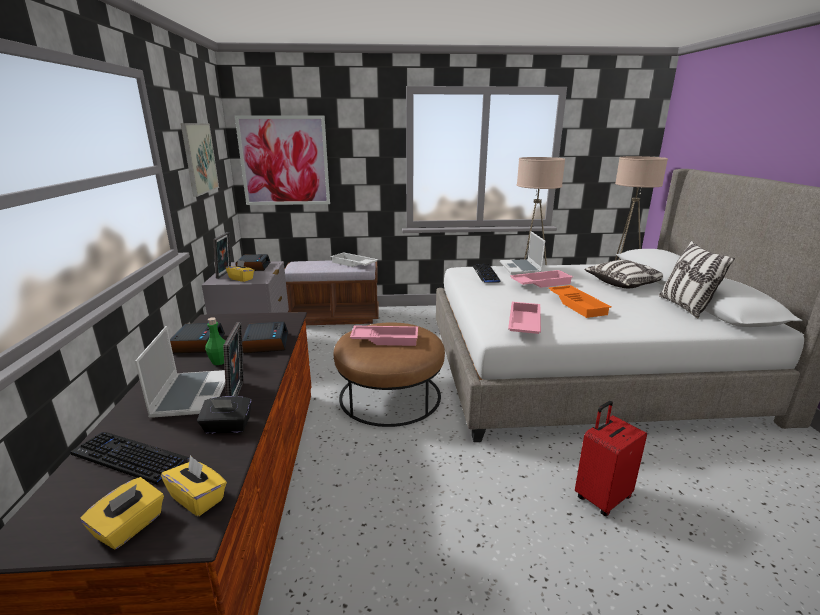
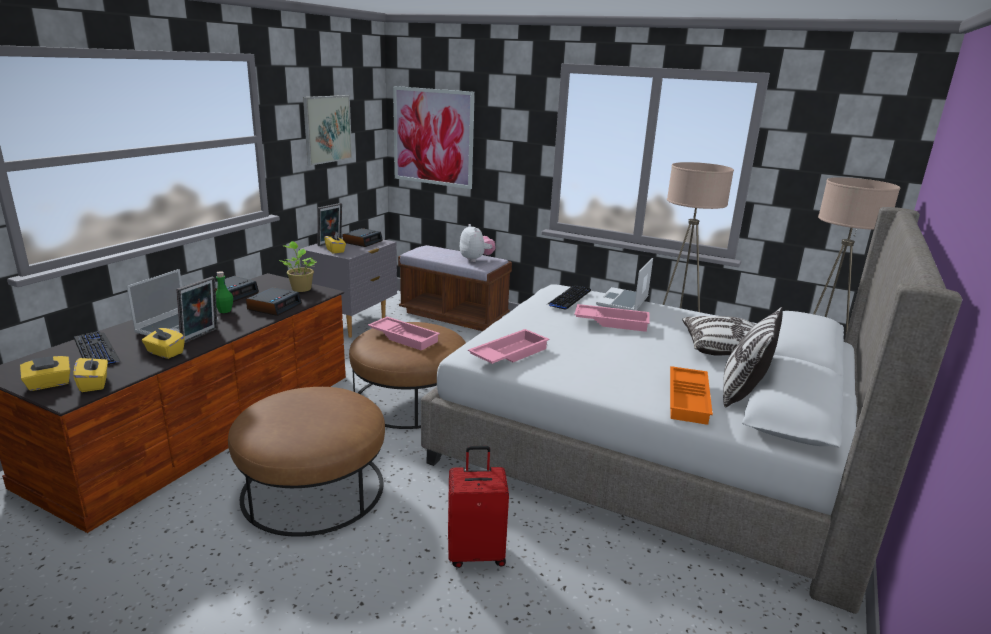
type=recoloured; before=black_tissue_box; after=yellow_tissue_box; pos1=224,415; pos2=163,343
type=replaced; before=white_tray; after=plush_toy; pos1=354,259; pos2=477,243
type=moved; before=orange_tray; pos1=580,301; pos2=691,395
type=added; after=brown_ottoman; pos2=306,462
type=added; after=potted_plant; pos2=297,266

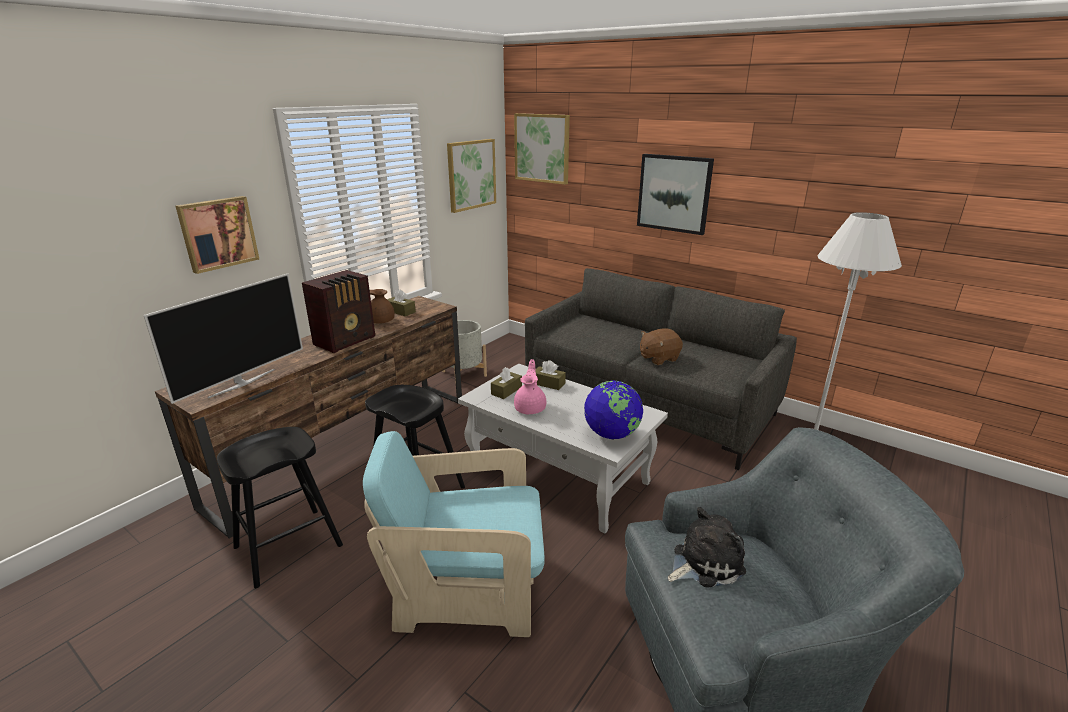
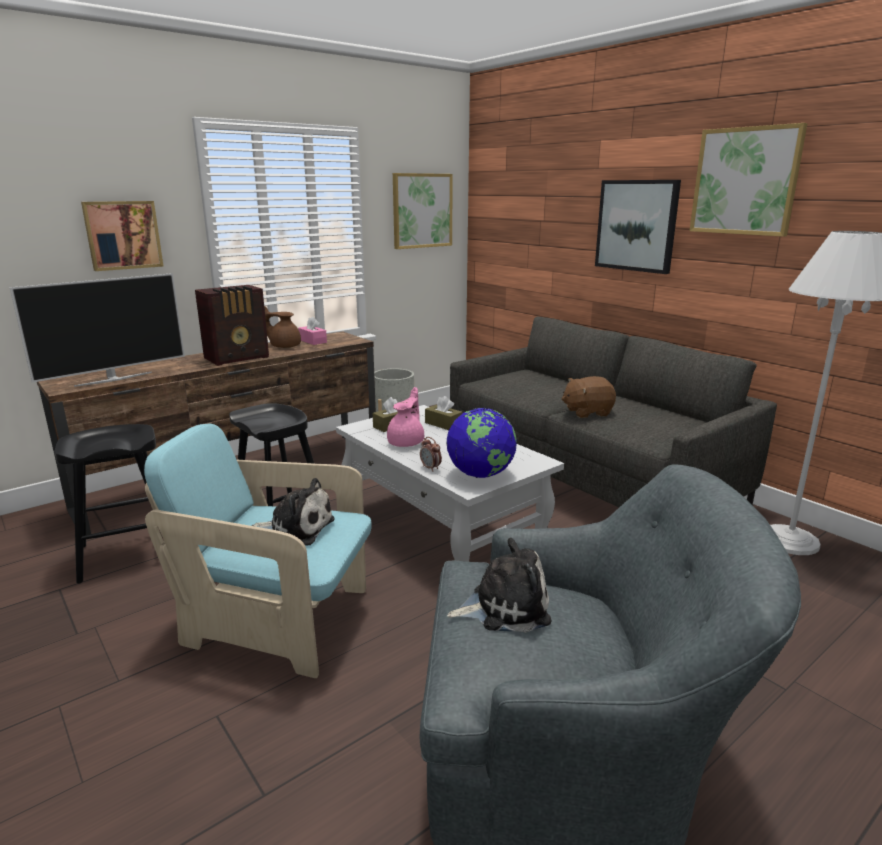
type=recoloured; before=brown_tissue_box; after=pink_tissue_box; pos1=401,302; pos2=312,331
type=moved; before=picture; pos1=542,149; pos2=748,180
type=added; after=plush_toy; pos2=293,512
type=added; after=alarm_clock; pos2=431,454

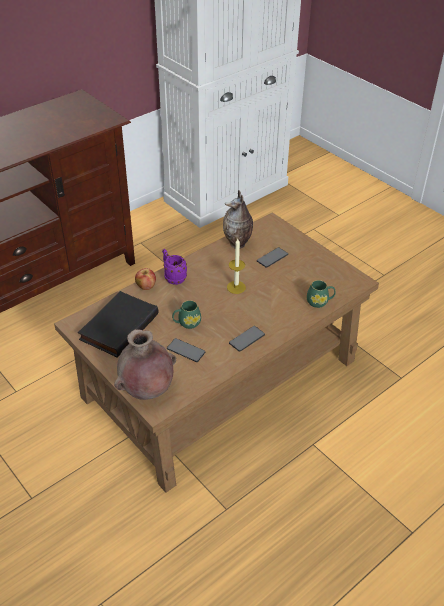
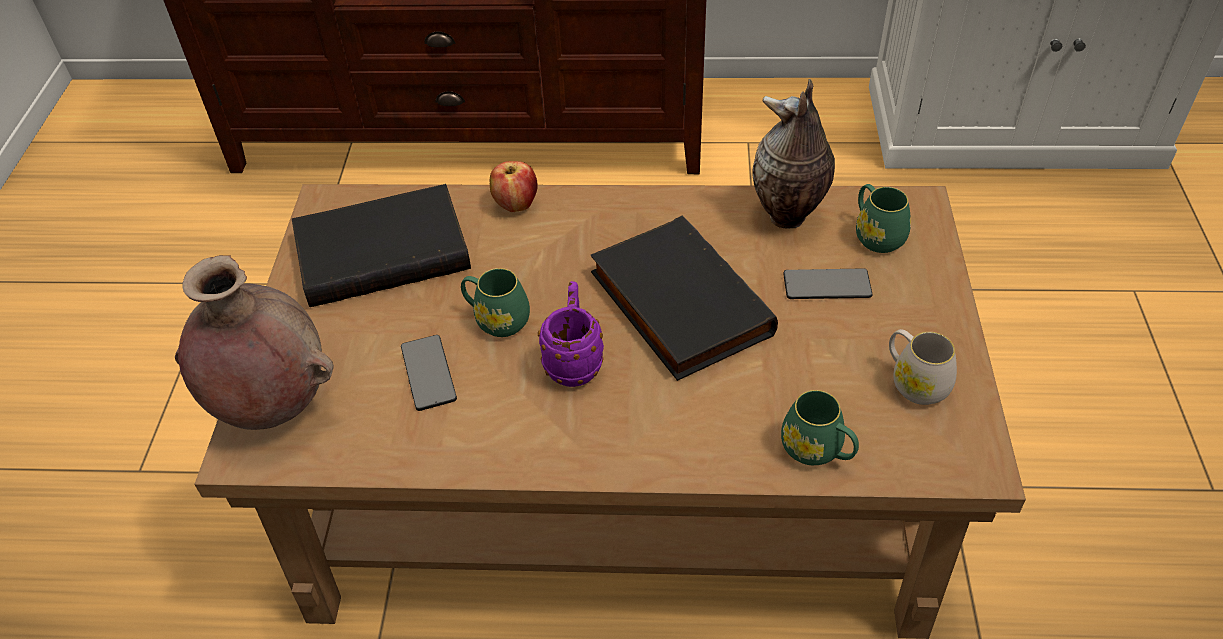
type=moved; before=purple_mug; pos1=174,267; pos2=571,334
type=replaced; before=candle; after=black_book; pos1=236,266; pos2=684,298
type=removed; before=phone; pos1=247,339
type=added; after=green_mug; pos2=883,218
type=added; after=white_mug; pos2=923,367

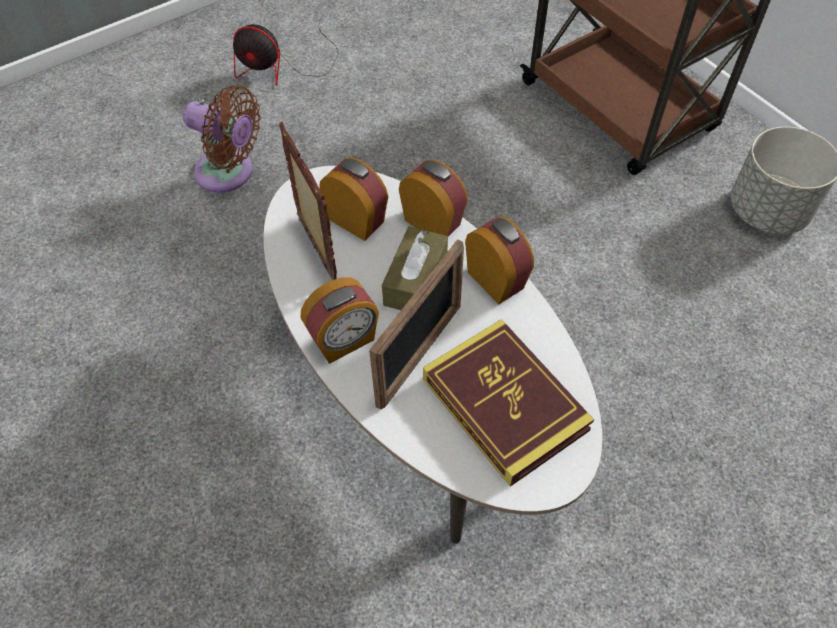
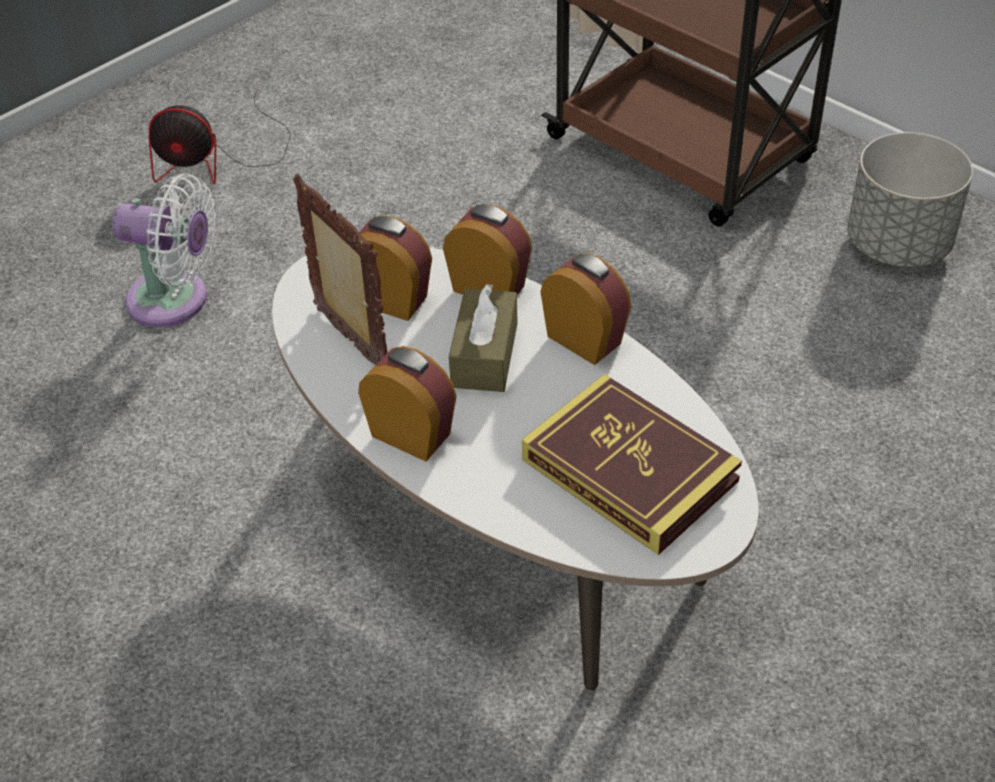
type=recoloured; before=brown_fan; after=white_fan; pos1=222,139; pos2=164,250
type=turned; before=alarm_clock; pos1=339,320; pos2=407,404; turn=-105
type=removed; before=picture_frame; pos1=416,324

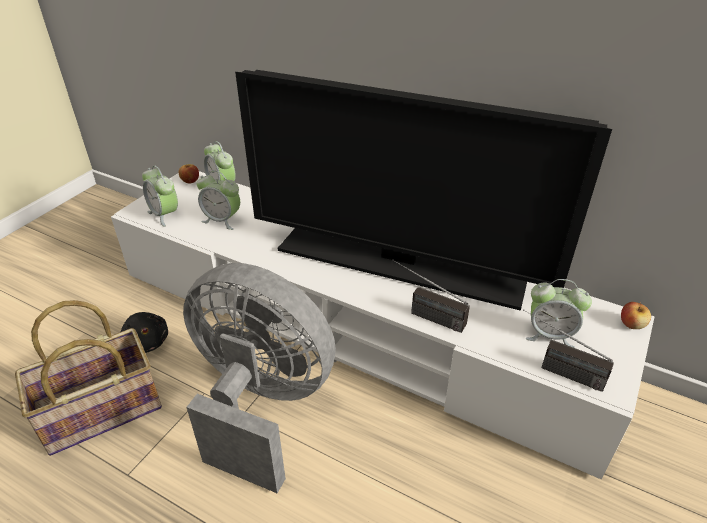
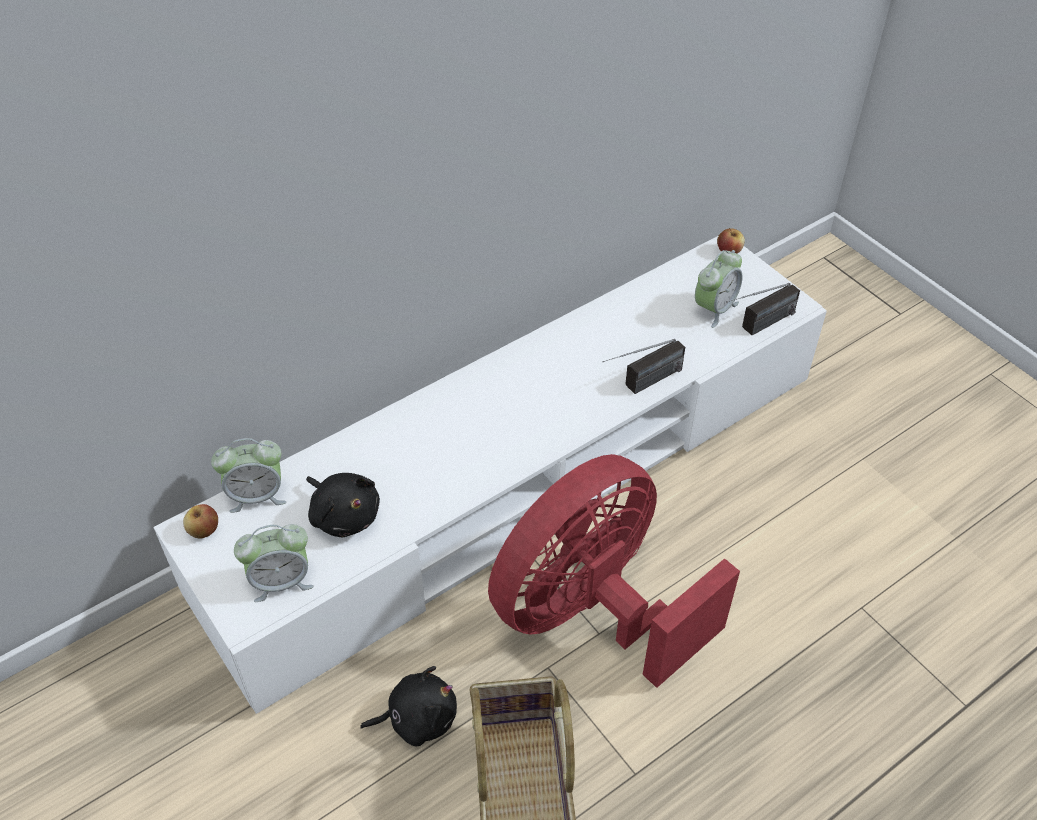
type=recoloured; before=grey_fan; after=red_fan; pos1=259,378; pos2=614,571
type=replaced; before=alarm_clock; after=black_plush_toy; pos1=218,200; pos2=343,505
type=removed; before=television; pos1=423,190

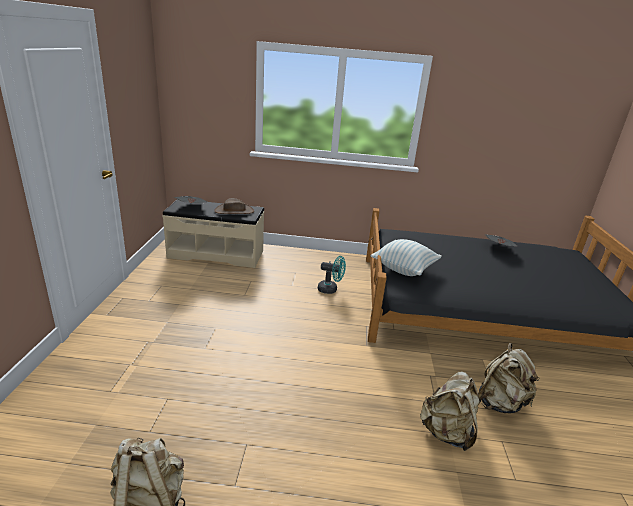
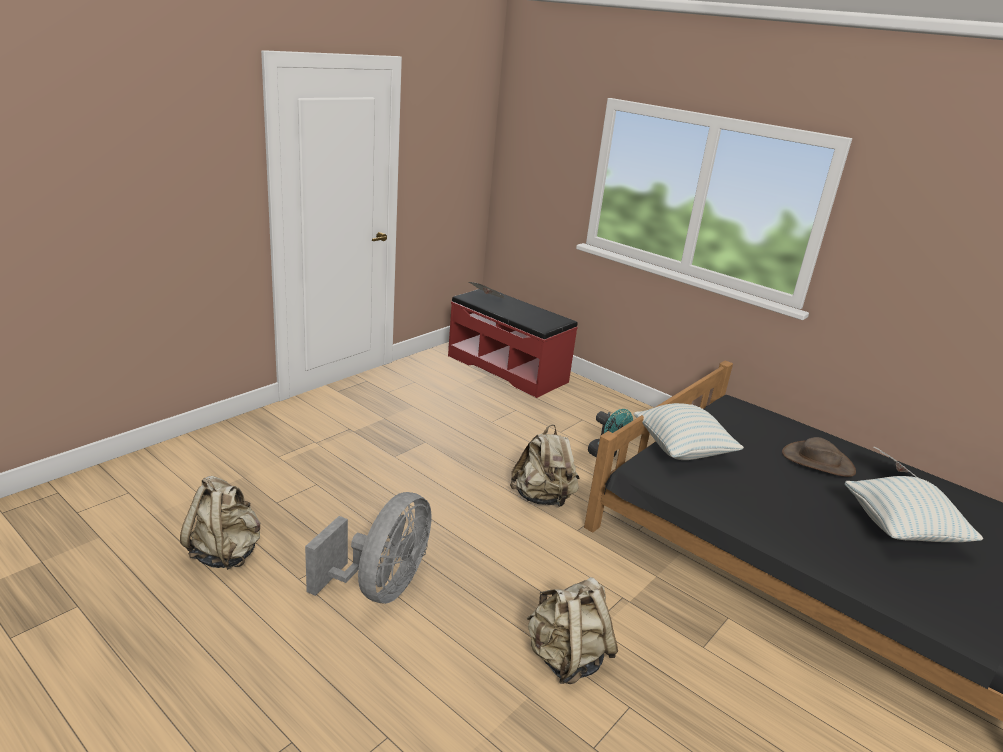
type=recoloured; before=beige_bench; after=red_bench; pos1=213,233; pos2=513,343
type=moved; before=brown_hat; pos1=234,206; pos2=819,457
type=moved; before=beige_backpack; pos1=509,378; pos2=545,465
type=added; after=grey_fan; pos2=368,548
type=added; after=pillow; pos2=914,509

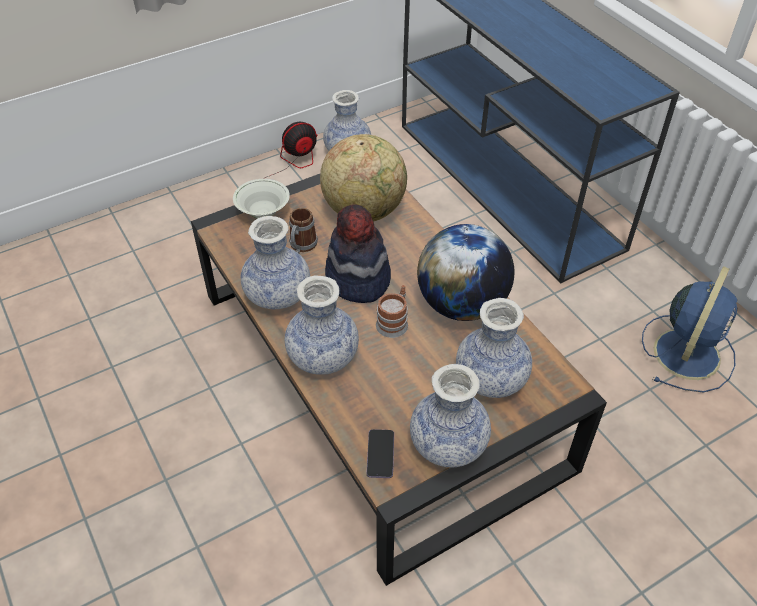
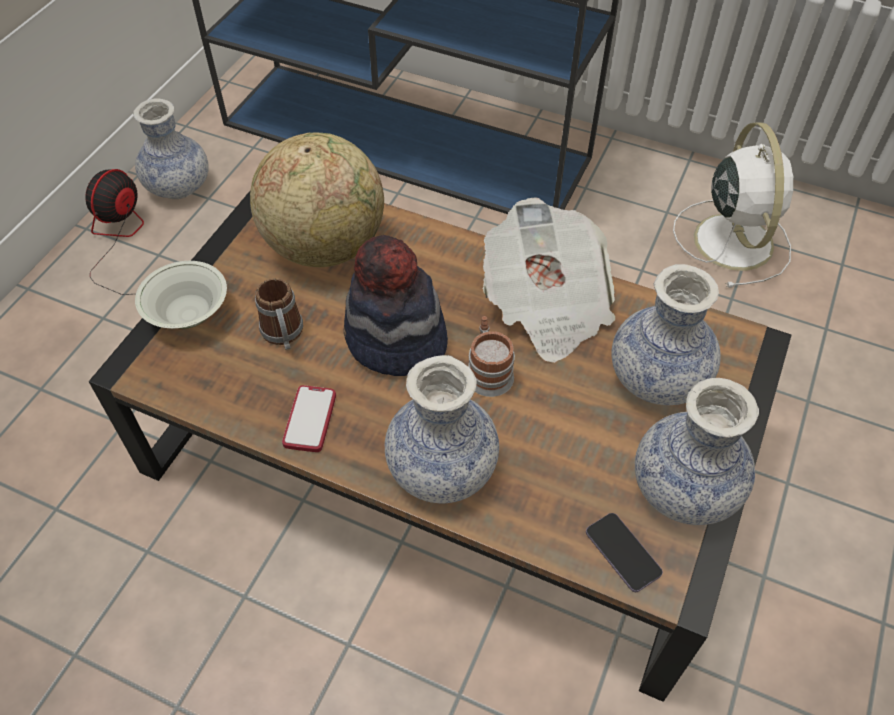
type=replaced; before=vase; after=phone; pos1=275,262; pos2=309,418
type=replaced; before=globe; after=newspaper; pos1=465,272; pos2=549,280
type=recoloured; before=blue_fan; after=white_fan; pos1=690,329; pos2=733,205

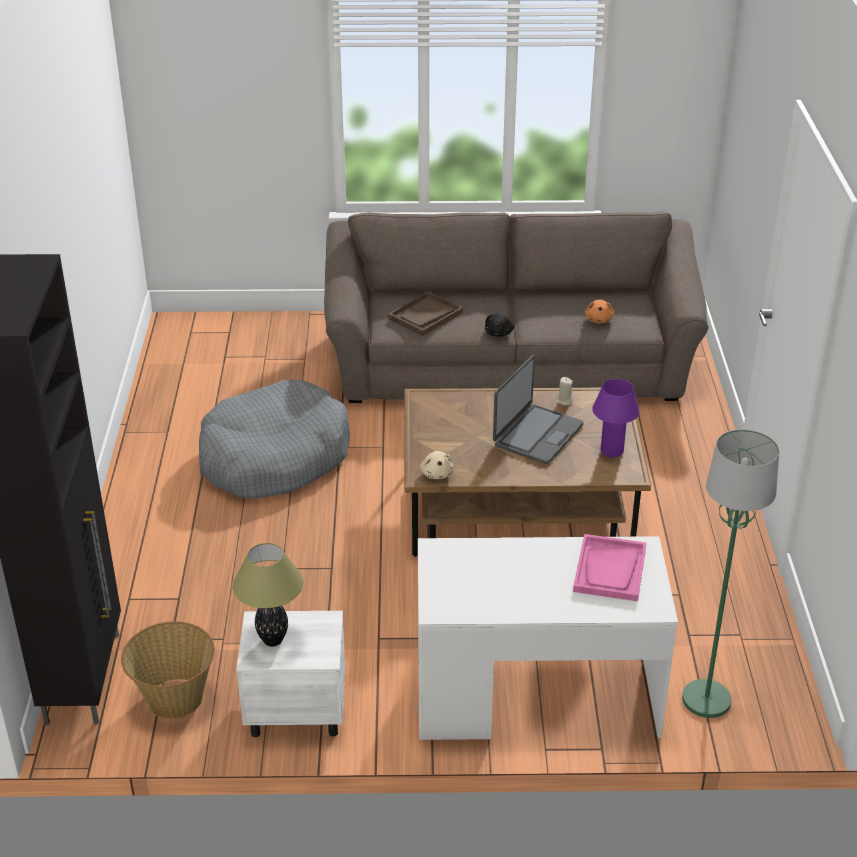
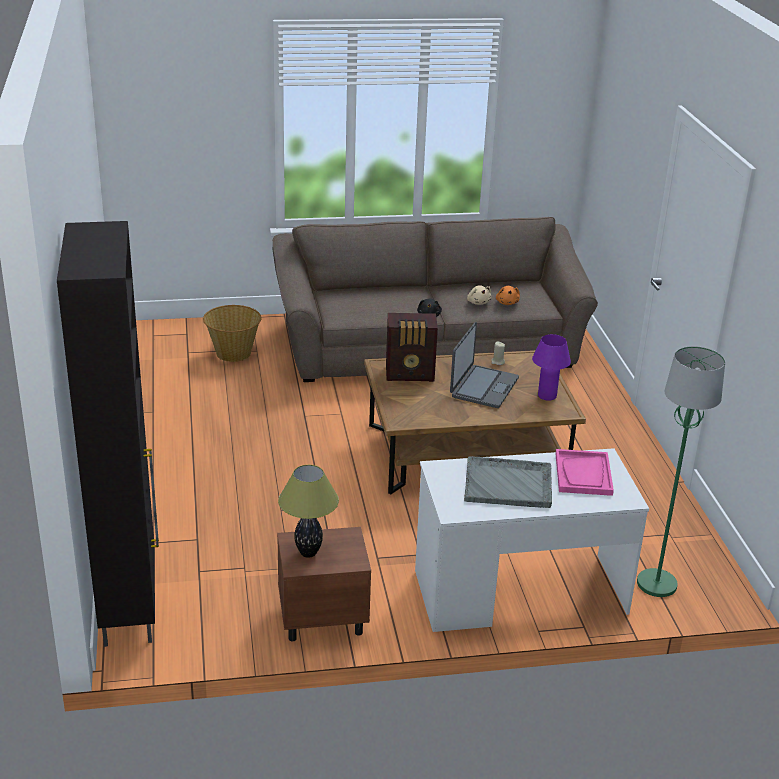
type=moved; before=basket; pos1=168,670; pos2=232,333
type=removed; before=grey_dog_bed; pos1=274,439
type=recoloured; before=white_nightstand; after=brown_nightstand; pos1=290,674; pos2=324,584
type=removed; before=brown_tray; pos1=425,314
type=moved; before=beige_plush_toy; pos1=437,465; pos2=479,295
type=added; after=radio; pos2=412,347
type=added; after=grey_tray; pos2=508,482

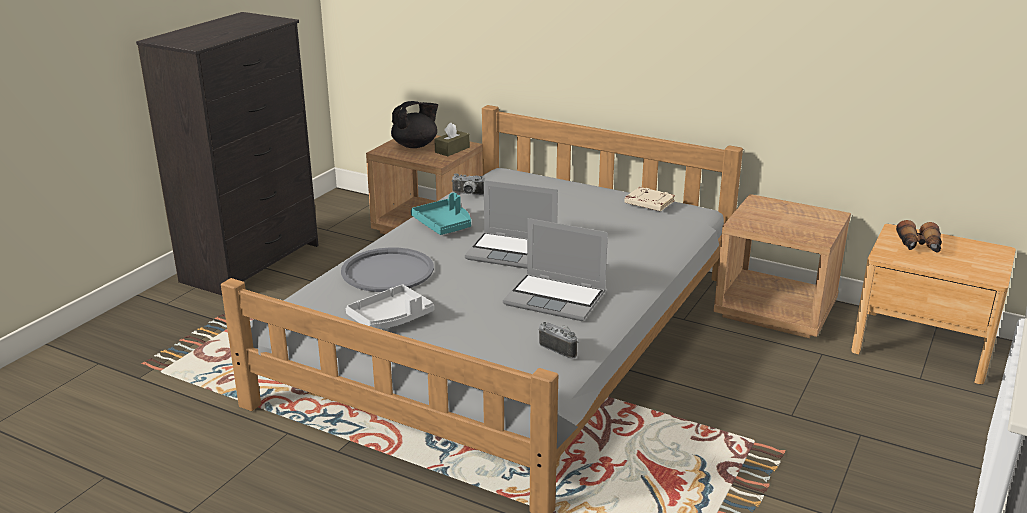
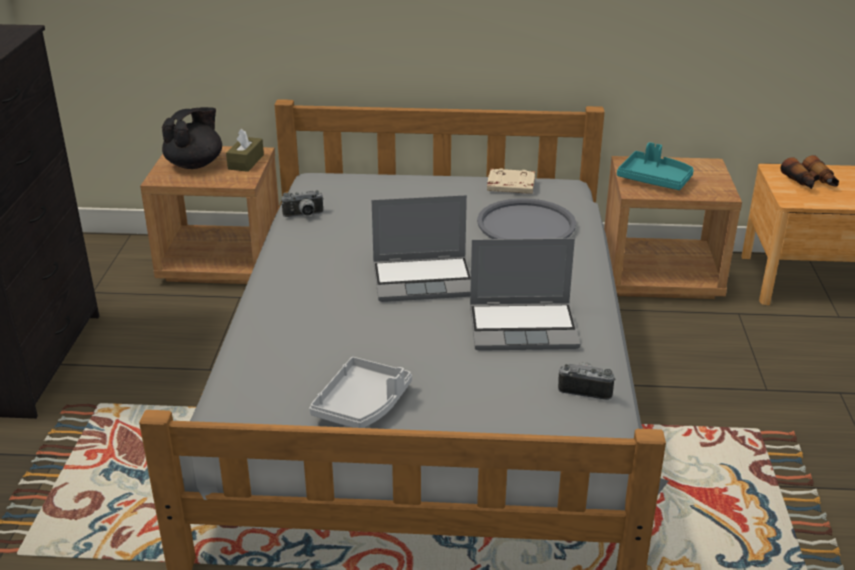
type=moved; before=grey_tray; pos1=387,270; pos2=526,218
type=moved; before=turquoise_tray; pos1=441,214; pos2=655,166

